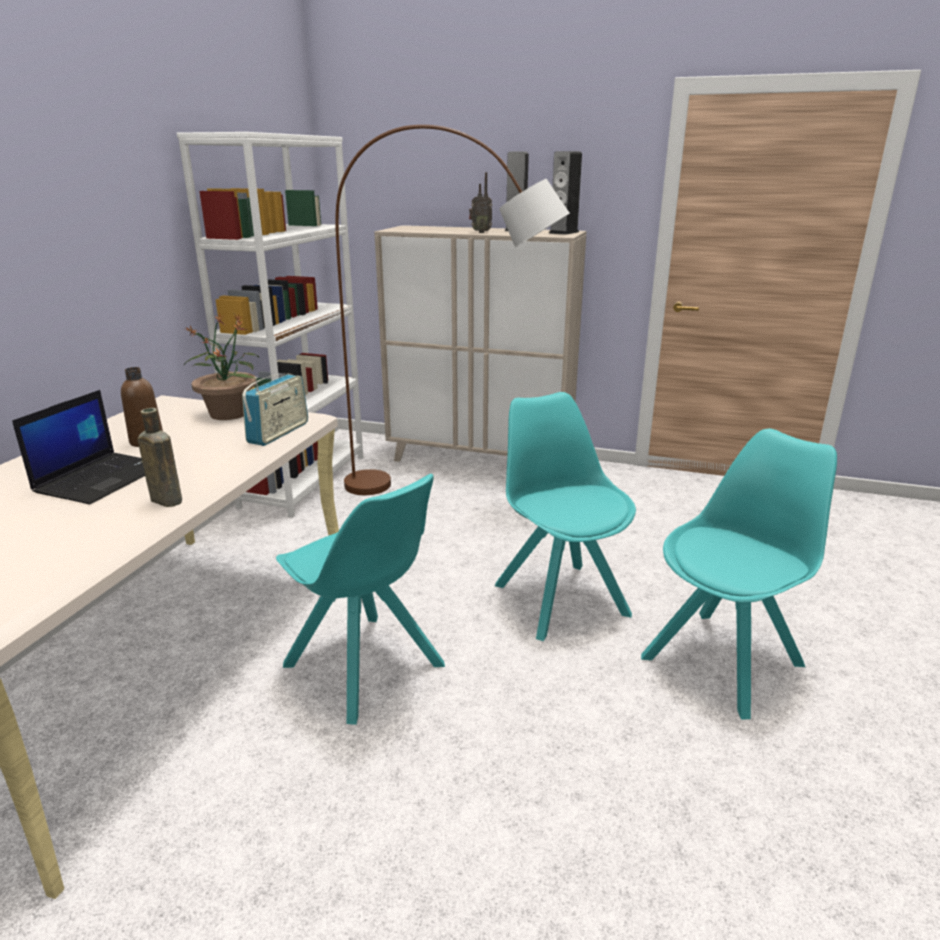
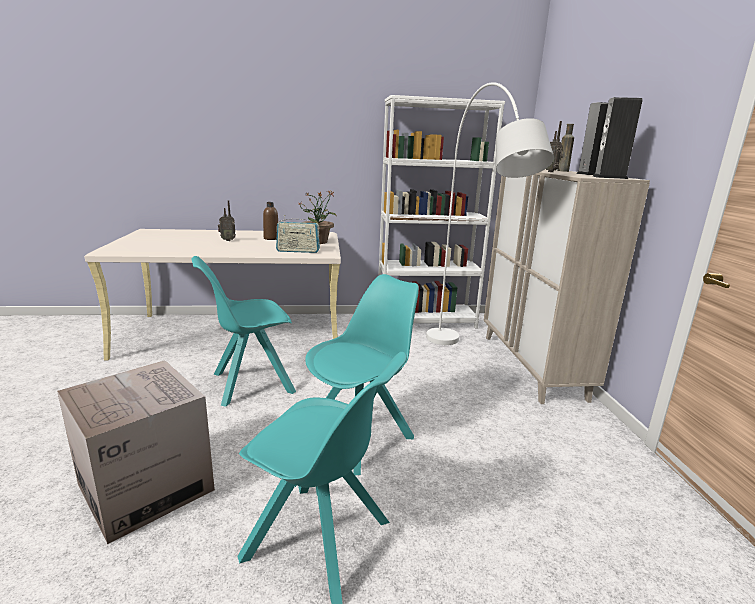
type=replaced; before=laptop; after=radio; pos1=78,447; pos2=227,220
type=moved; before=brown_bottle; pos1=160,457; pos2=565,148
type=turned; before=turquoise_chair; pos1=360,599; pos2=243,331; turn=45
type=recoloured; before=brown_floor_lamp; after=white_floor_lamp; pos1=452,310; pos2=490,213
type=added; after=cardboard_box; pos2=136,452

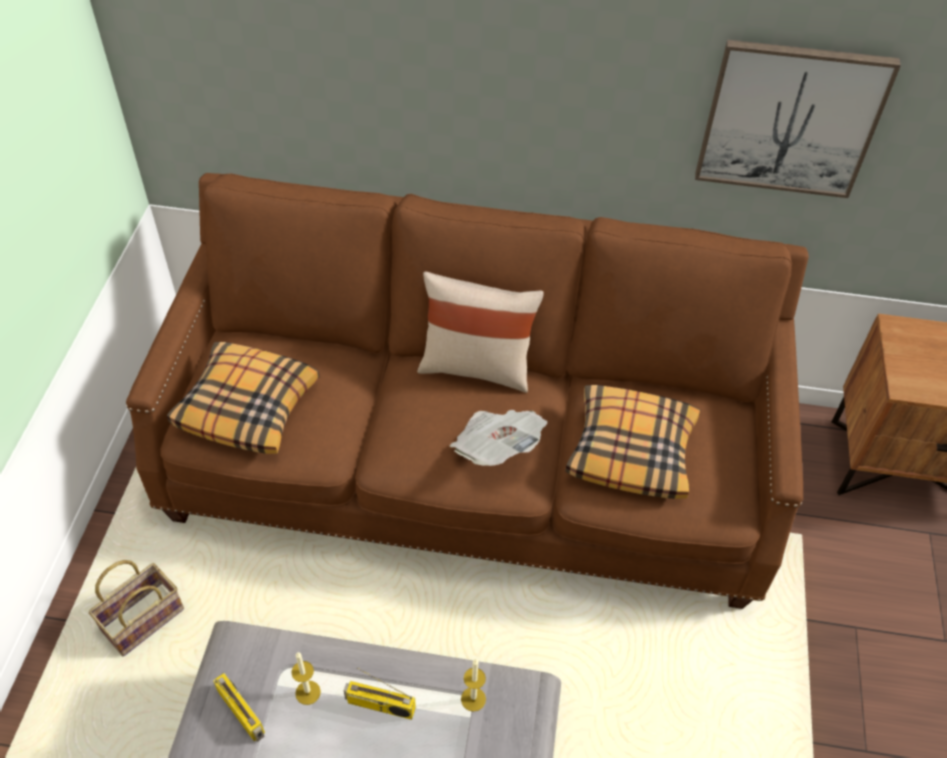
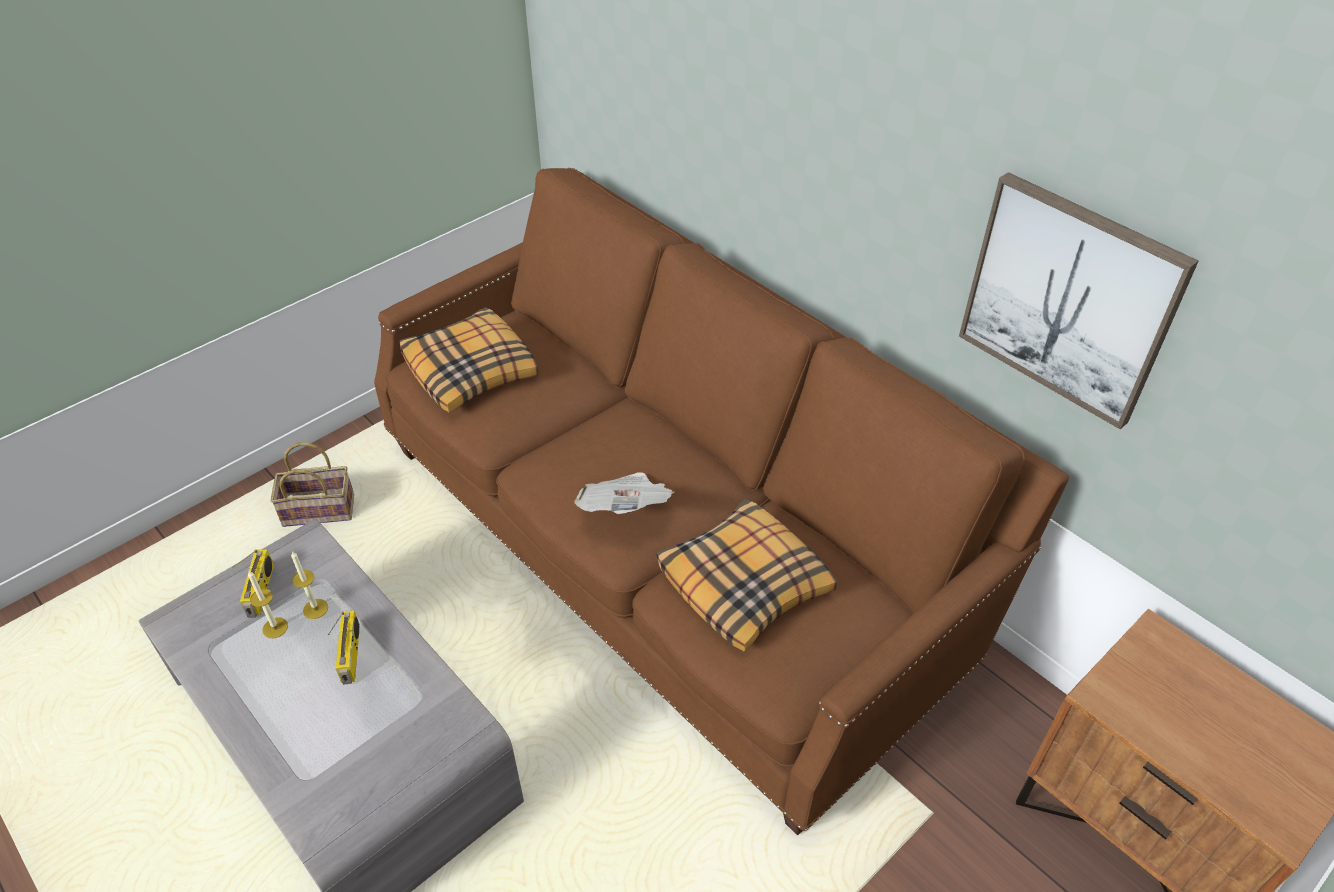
type=turned; before=radio; pos1=380,693; pos2=344,647; turn=-150
type=removed; before=beige_pillow; pos1=480,332
type=moved; before=candle; pos1=473,685; pos2=268,604

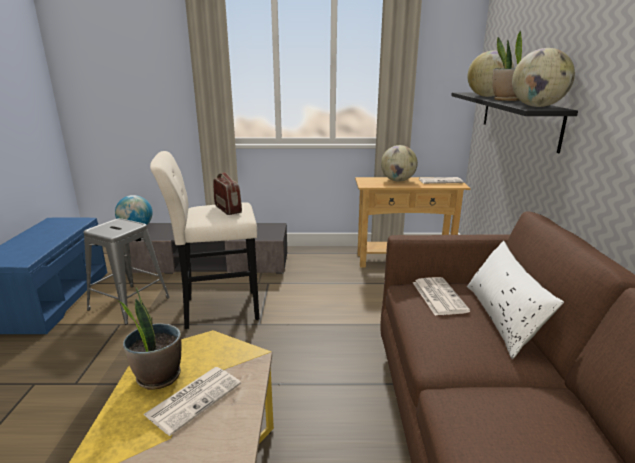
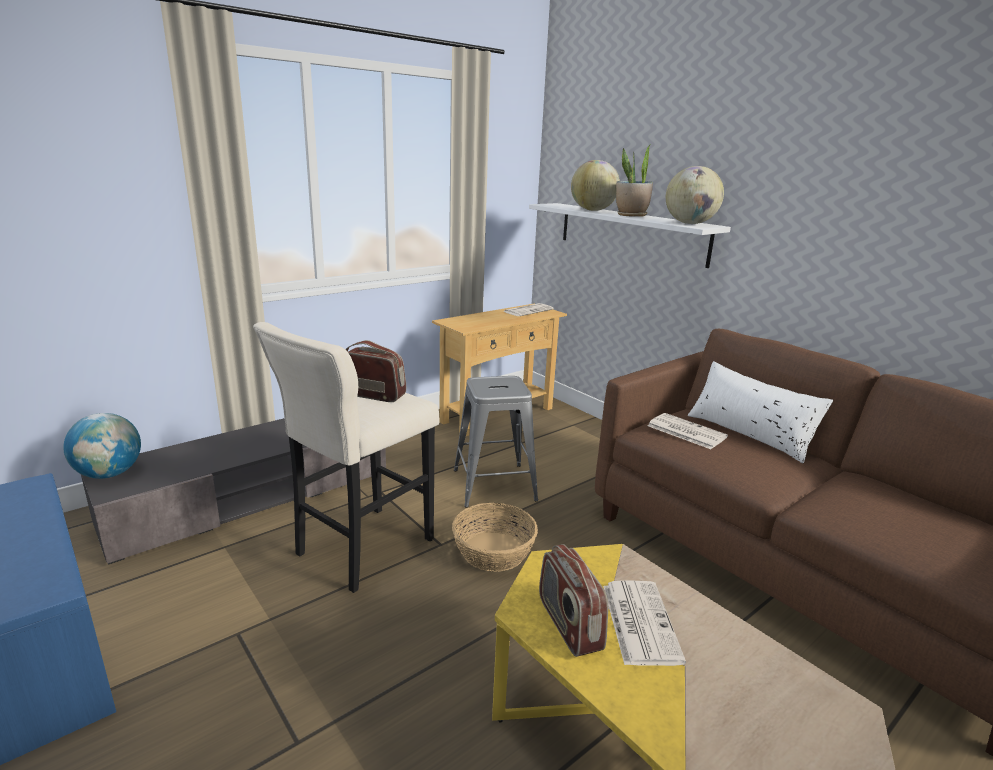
type=moved; before=grey_stool; pos1=127,271; pos2=496,441
type=replaced; before=potted_plant; after=radio; pos1=150,339; pos2=573,600
type=removed; before=globe; pos1=399,163
type=recoloured; before=black_shelf; after=white_shelf; pos1=514,122; pos2=630,235
type=added; after=basket; pos2=495,537

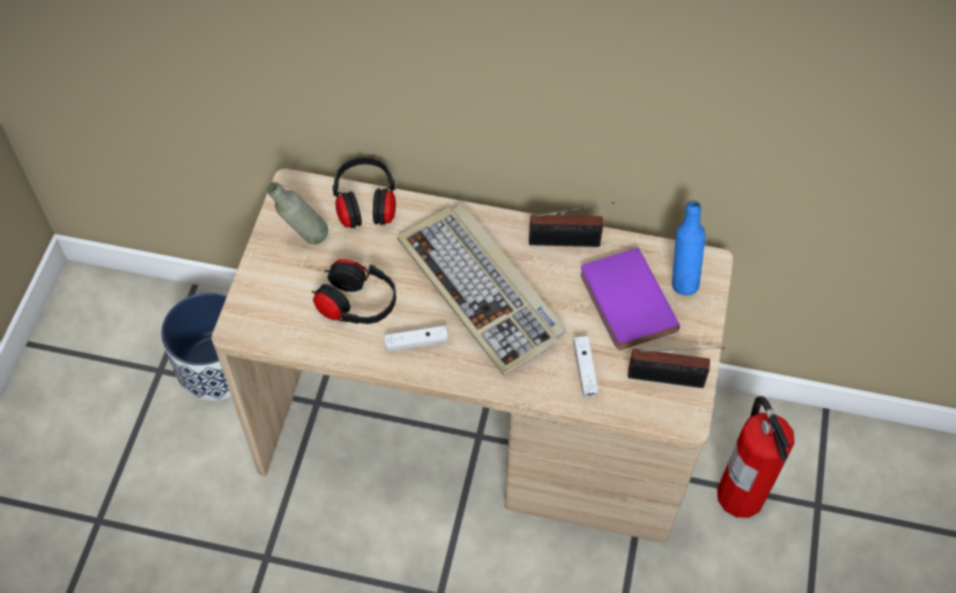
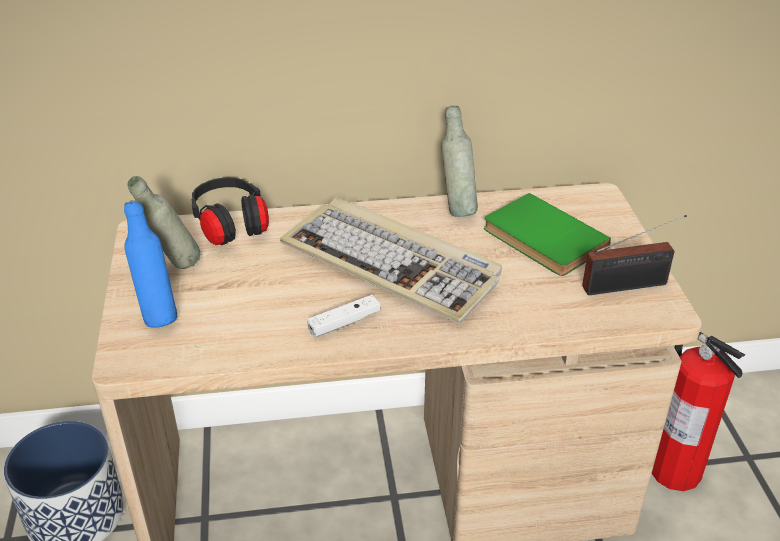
type=removed; before=black_headphones; pos1=354,291
type=replaced; before=radio; after=grey_bottle; pos1=571,224; pos2=459,161
type=removed; before=white_game_controller; pos1=585,366
type=recoloured; before=purple_book; after=green_book; pos1=630,299; pos2=547,234
type=moved; before=blue_bottle; pos1=689,247; pos2=150,264

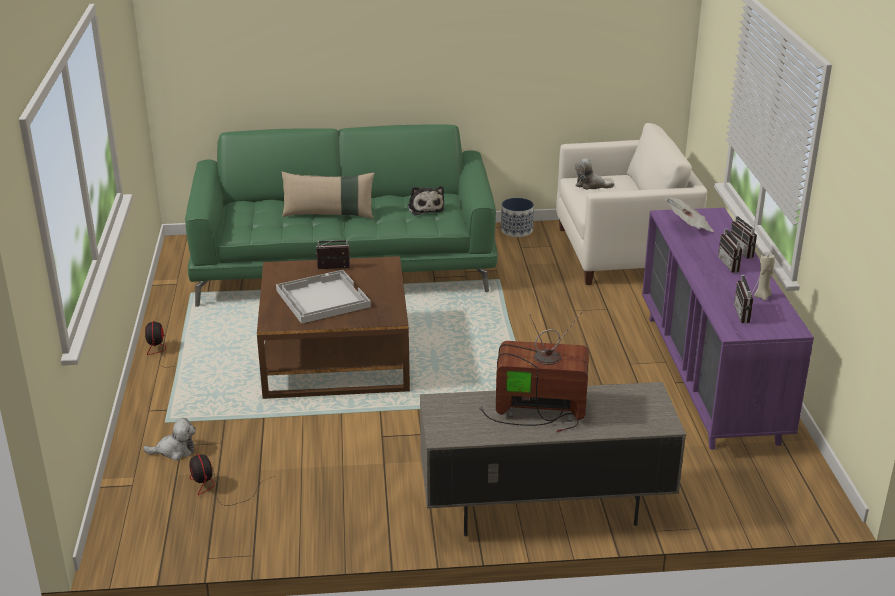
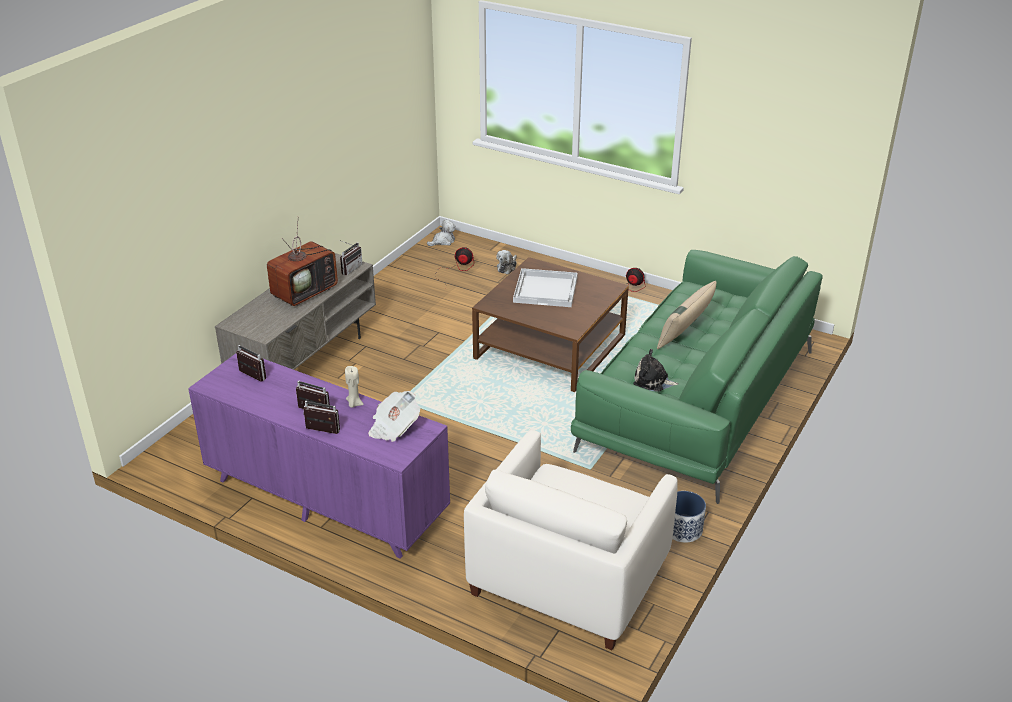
type=moved; before=radio; pos1=333,254; pos2=351,257
type=moved; before=plush_toy; pos1=594,174; pos2=441,233
type=moved; before=beige_candle; pos1=764,277; pos2=354,387

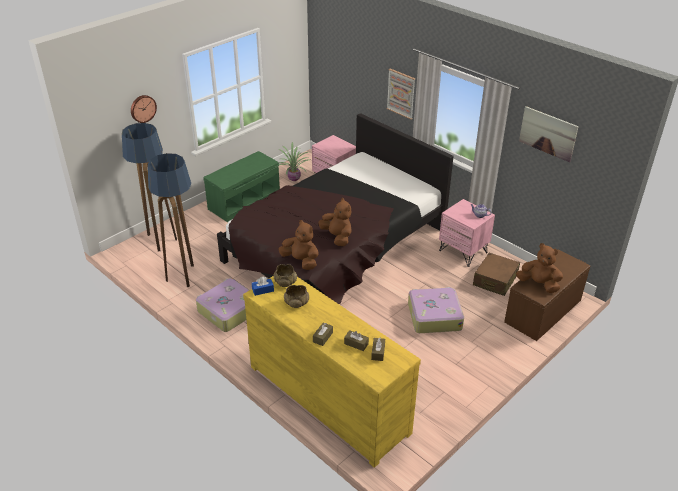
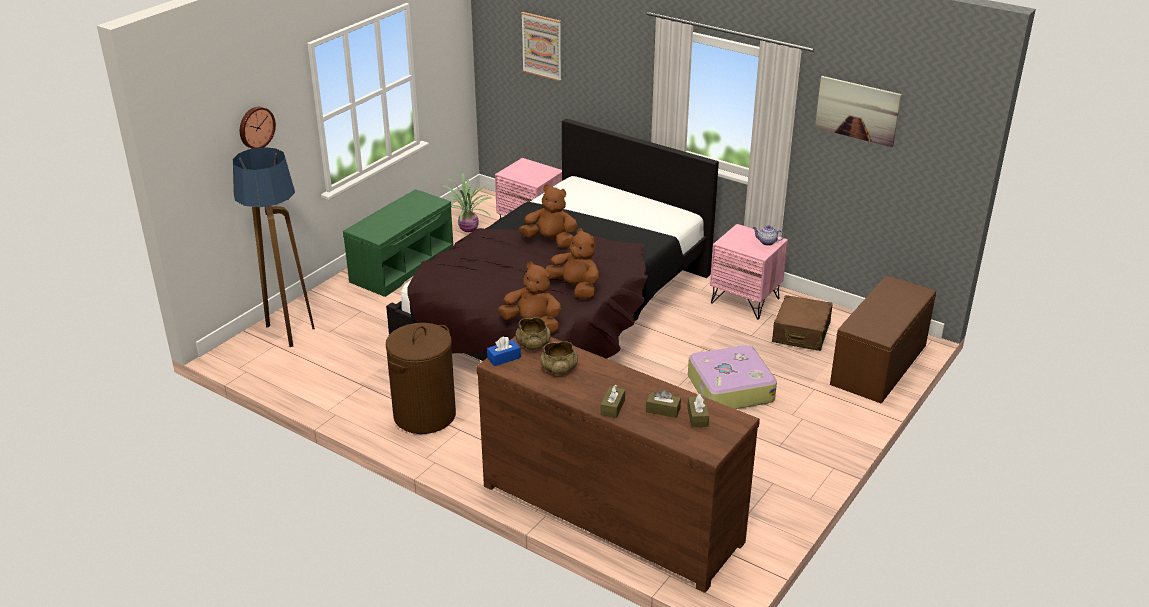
type=removed; before=floor_lamp; pos1=171,220
type=replaced; before=suitcase; after=brown_laundry_basket; pos1=222,305; pos2=421,378
type=recoloured; before=yellow_dresser; after=brown_dresser; pos1=332,372; pos2=618,464
type=moved; before=picture; pos1=401,94; pos2=541,46
type=moved; before=brown_plush_toy; pos1=539,268; pos2=548,216

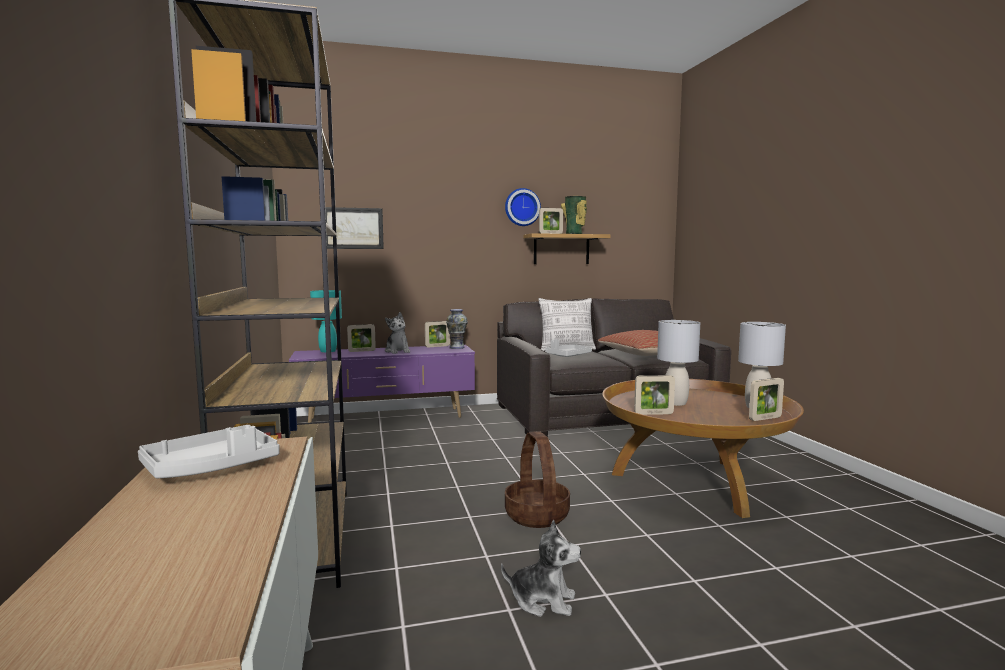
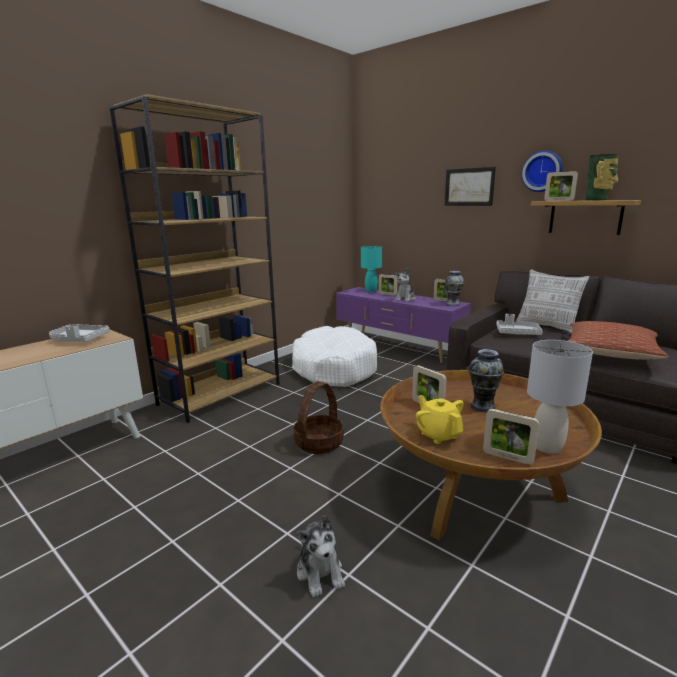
type=moved; before=picture; pos1=354,228; pos2=470,186
type=moved; before=plush_toy; pos1=541,568; pos2=321,557
type=replaced; before=grey_table_lamp; after=vase; pos1=678,363; pos2=486,380
type=added; after=white_dog_bed; pos2=334,356
type=added; after=yellow_teapot; pos2=440,419

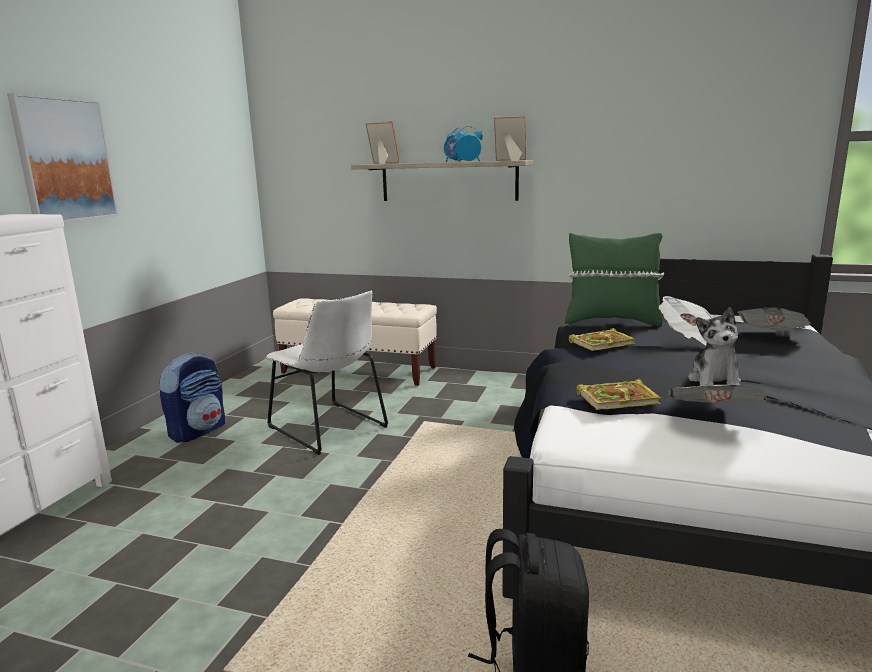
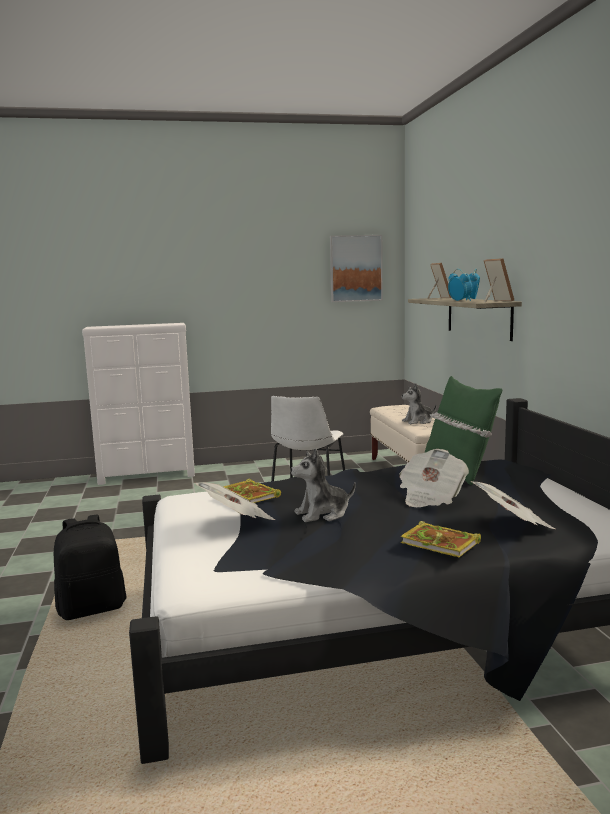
type=moved; before=picture; pos1=63,157; pos2=356,268
type=removed; before=backpack; pos1=192,397
type=moved; before=book; pos1=602,339; pos2=441,539
type=added; after=plush_toy; pos2=419,403

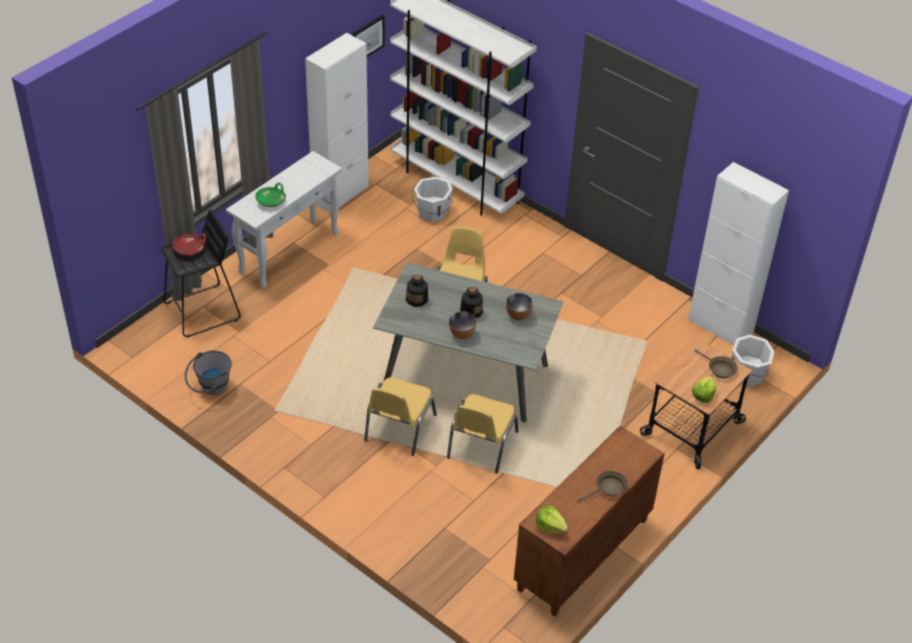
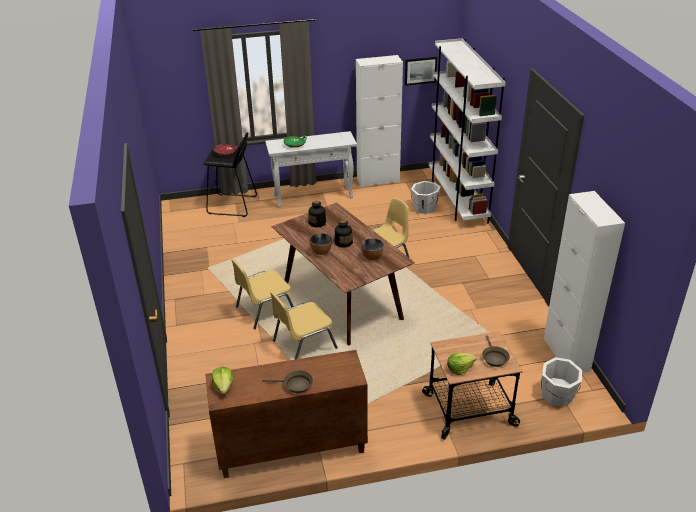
type=removed; before=grey_bucket; pos1=208,373
type=recoloured; before=grey_dining_table; after=brown_dining_table; pos1=468,342; pos2=343,273

